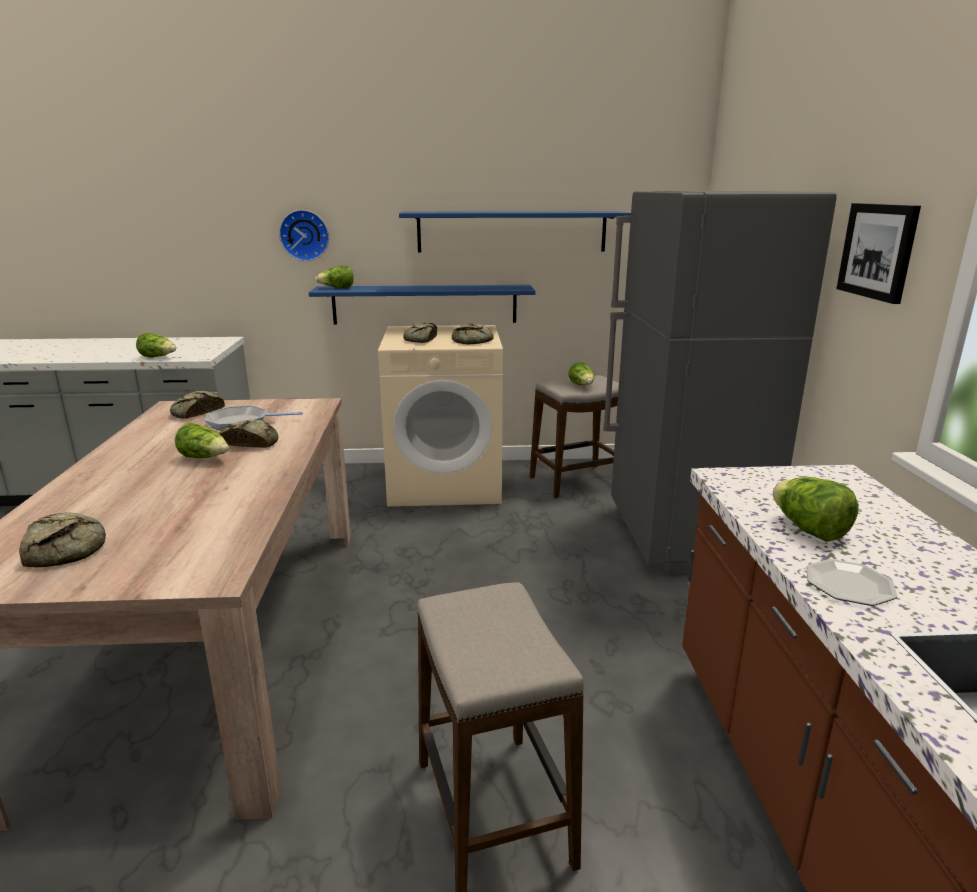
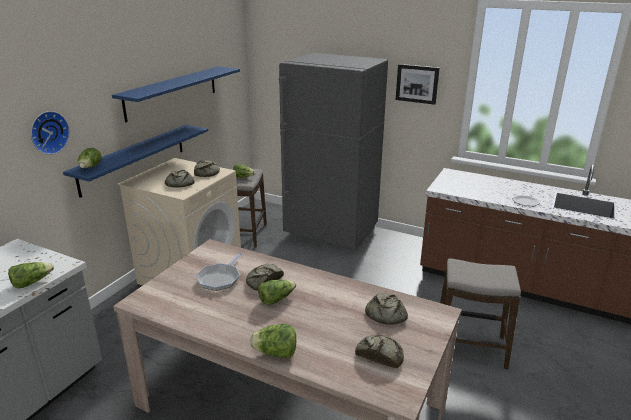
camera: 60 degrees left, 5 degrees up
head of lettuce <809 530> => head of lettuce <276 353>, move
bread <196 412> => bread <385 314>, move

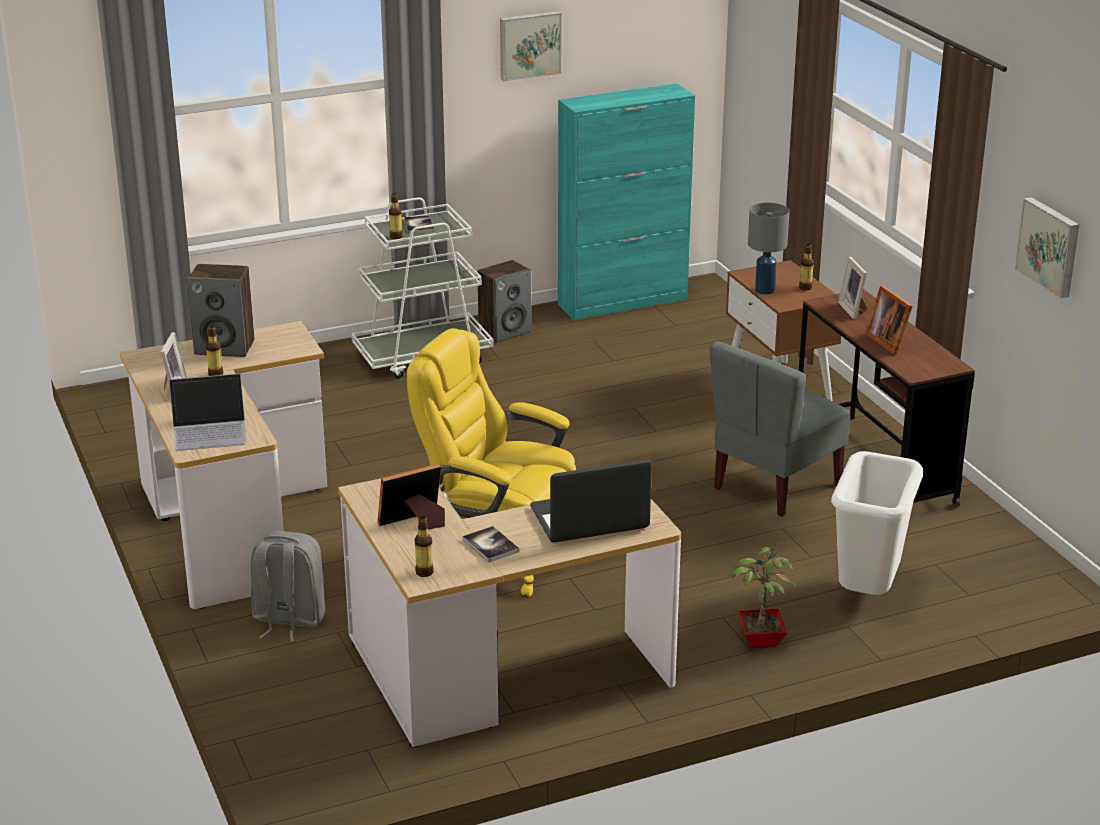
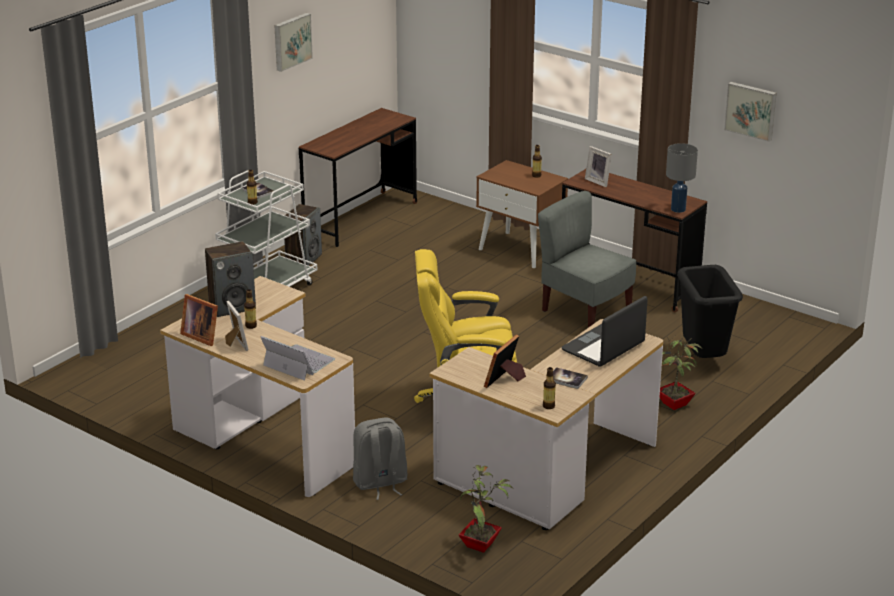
camera: 30 degrees left, 0 degrees up
photo frame <888 341> => photo frame <201 336>, move
portable computer <210 430> => portable computer <298 362>, 105 degrees counterclockwise
blue-green cabinet <623 301> => brownish desk <360 218>
nothing => potted plant <481 546>
grey chair <775 485> => grey chair <585 311>, 120 degrees clockwise
grey lamp for a table <764 291> => grey lamp for a table <678 209>, move
white waste bin <867 594> => black-coloured waste bin <703 359>

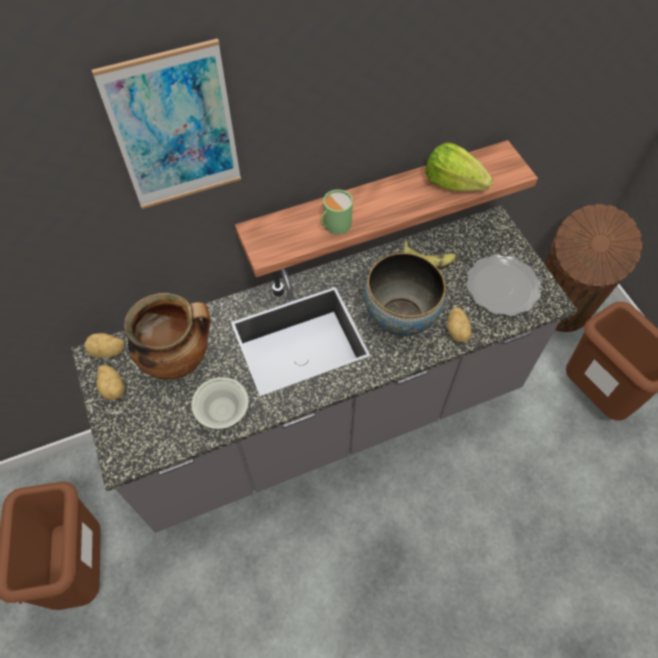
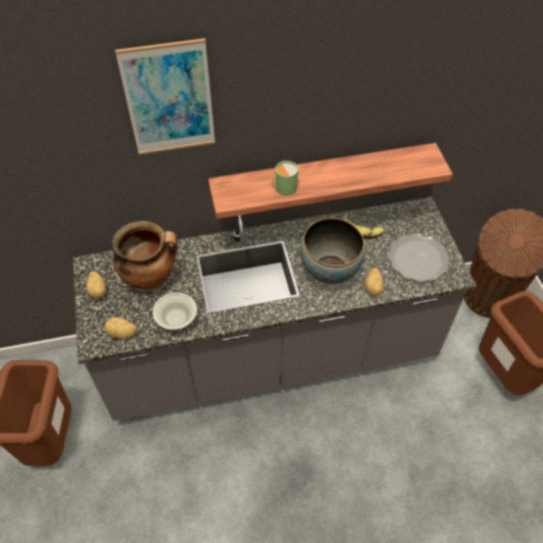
camera: 10 degrees right, 5 degrees down
spud <108 352> => spud <122 333>, move
head of lettuce <453 183> => nothing

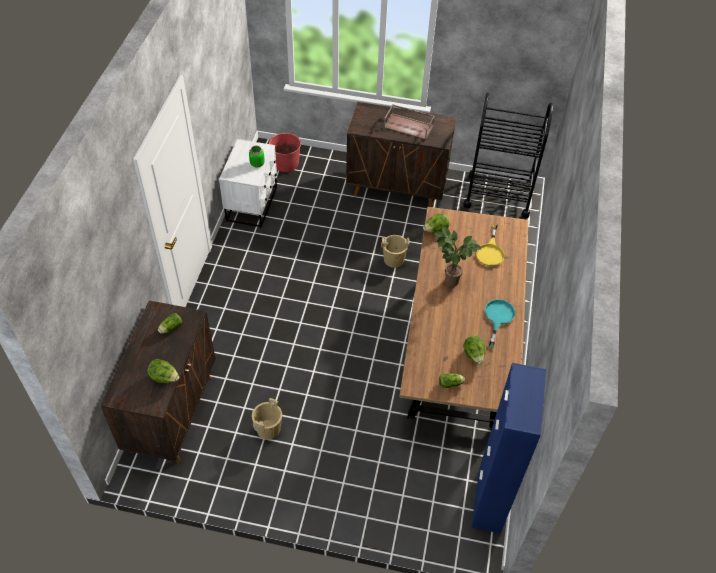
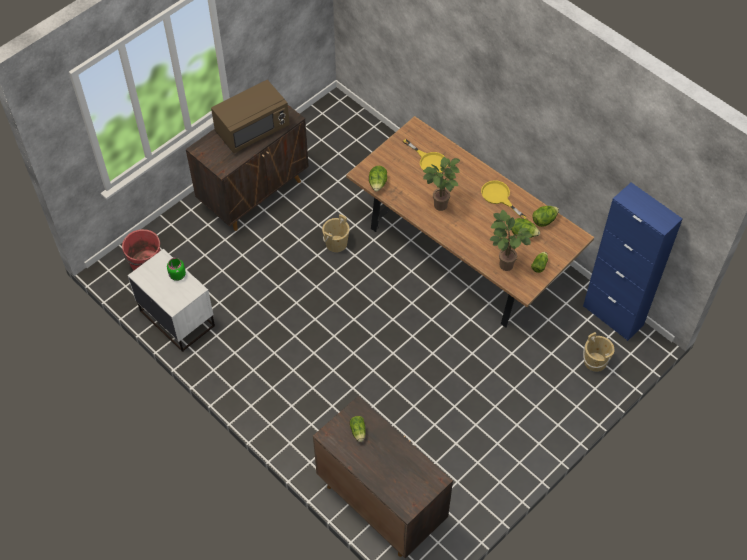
camera: 55 degrees left, 5 degrees up
brownish serving tray <409 126> => brownish microwave <252 129>
blue-green pan <498 318> => yellowish pan <499 197>
nothing => potted plant <503 265>
head of lettuce <164 378> => head of lettuce <544 220>, move
beige pail <268 429> => beige pail <595 361>, move
black-coloured cart <498 195> => nothing

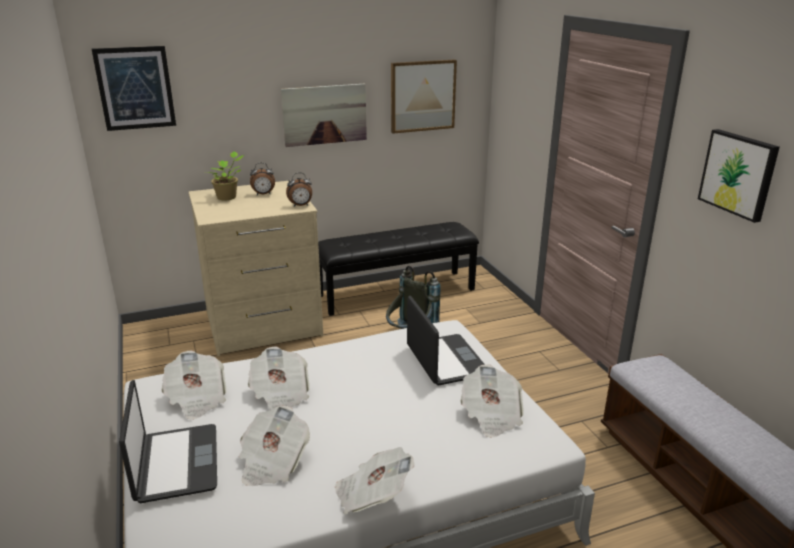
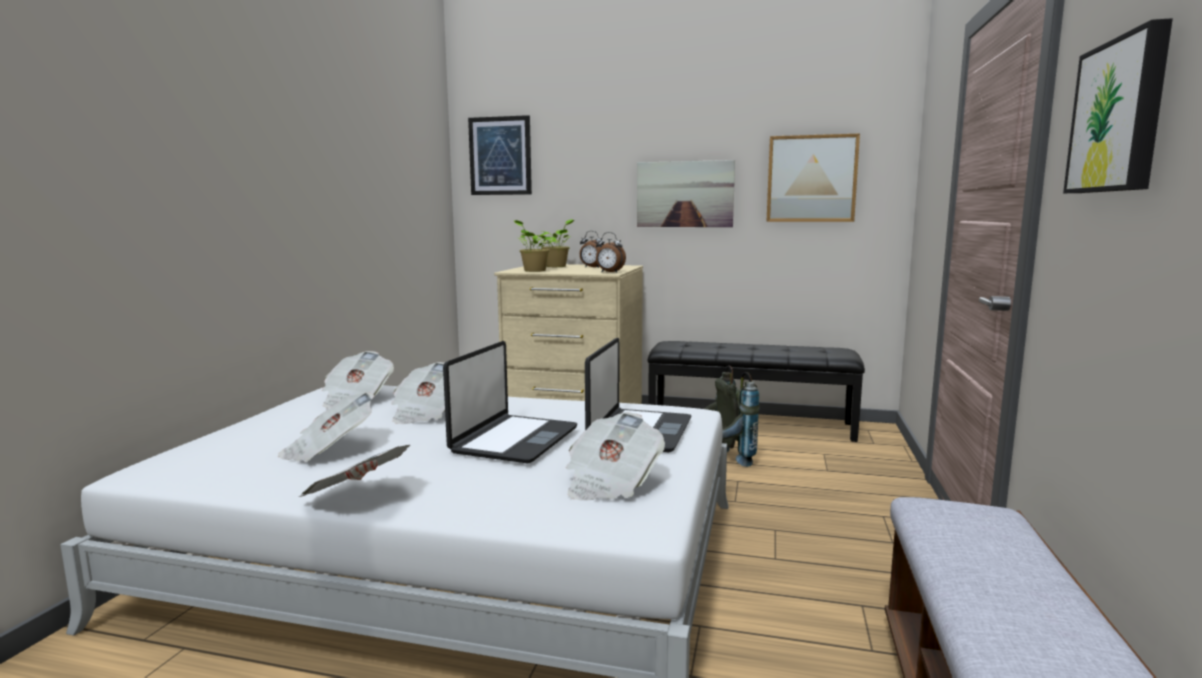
camera: 35 degrees right, 15 degrees down
portable computer <176 464> => portable computer <514 440>, move
nothing => potted plant <533 271>

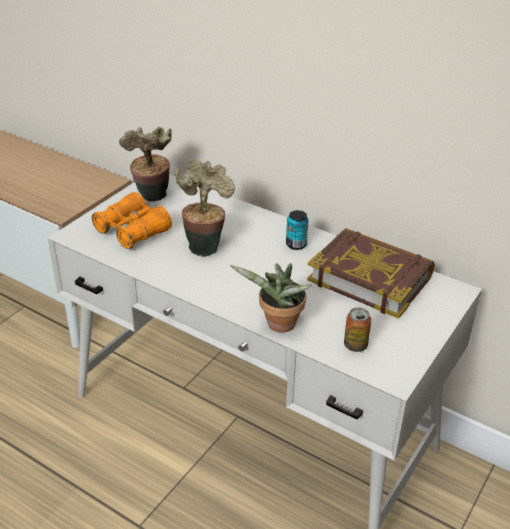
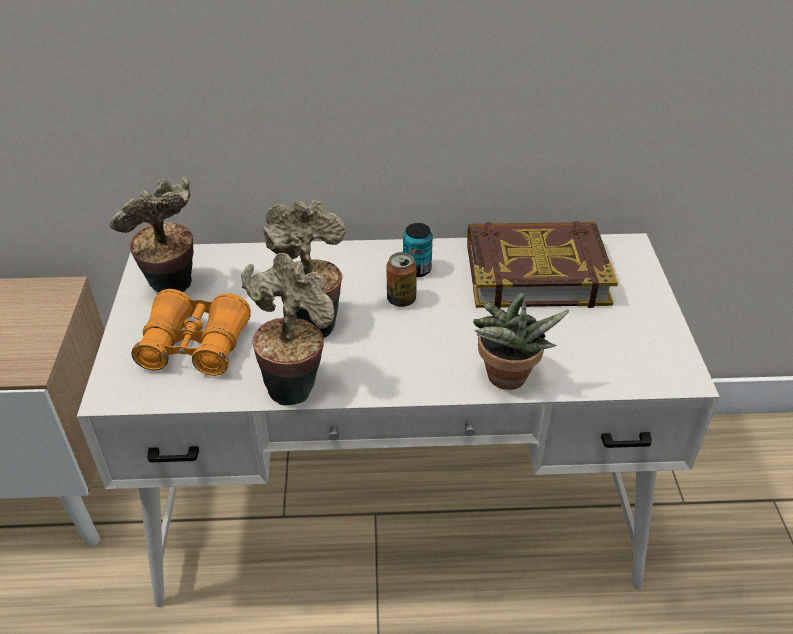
camera: 35 degrees left, 5 degrees up
nothing => potted plant <295 384>
can <355 345> => can <401 299>, move

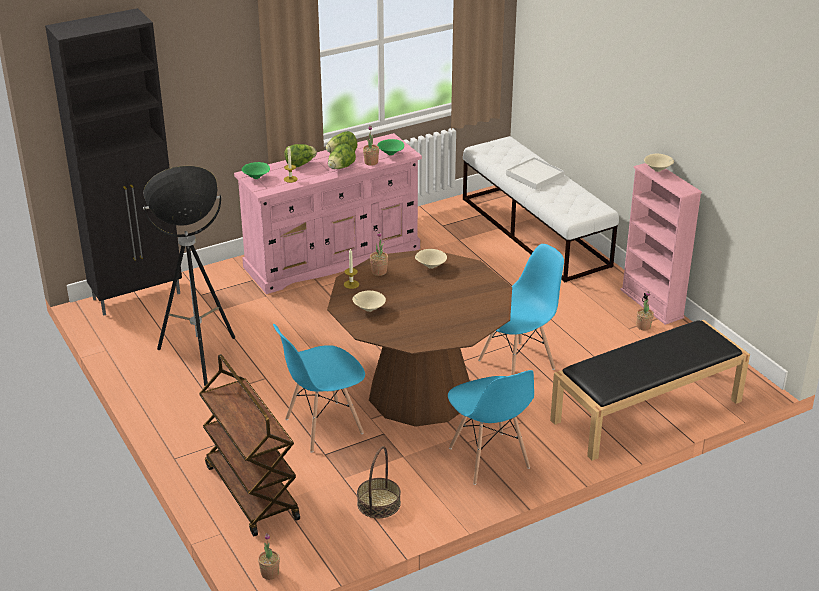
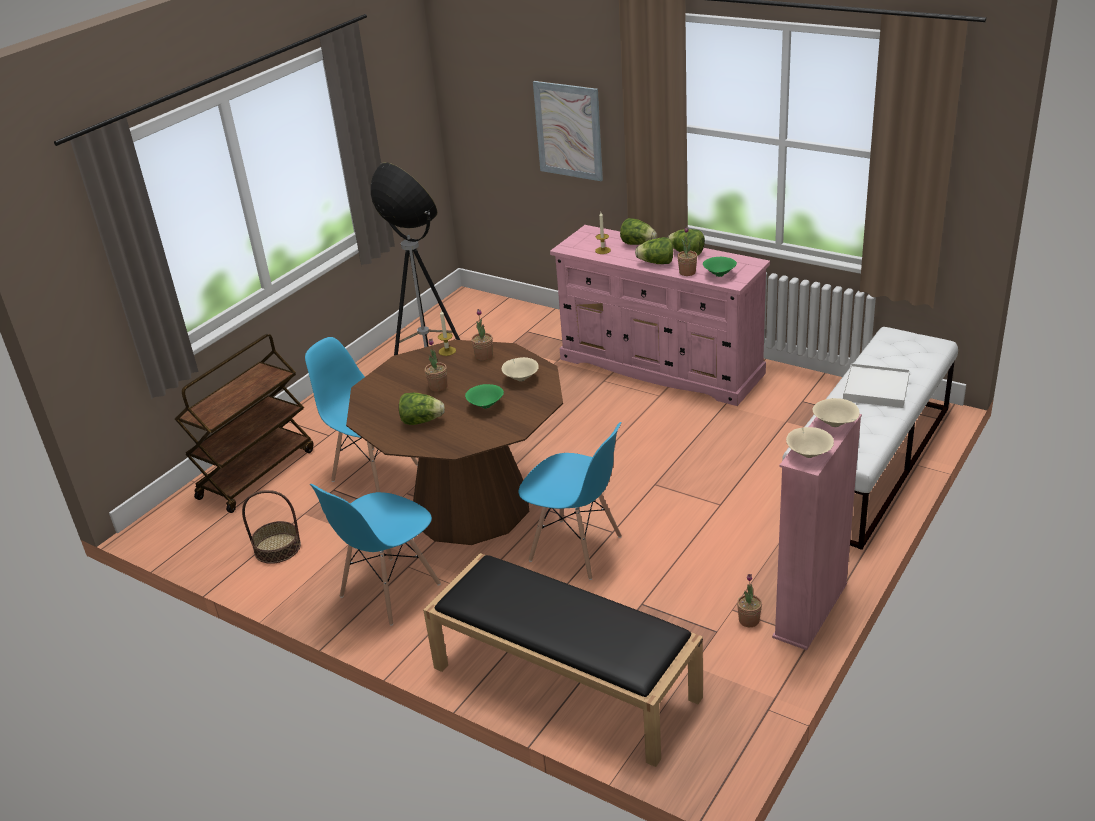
camera: 65 degrees right, 0 degrees up
nothing => head of lettuce <421 421>
potted plant <270 573> => potted plant <438 386>, move
green serving bowl <257 178> => green serving bowl <485 407>, move
nothing => wall art <568 130>
beige serving bowl <368 309> => beige serving bowl <808 454>, move
black-coloured cabinet <138 296> => nothing

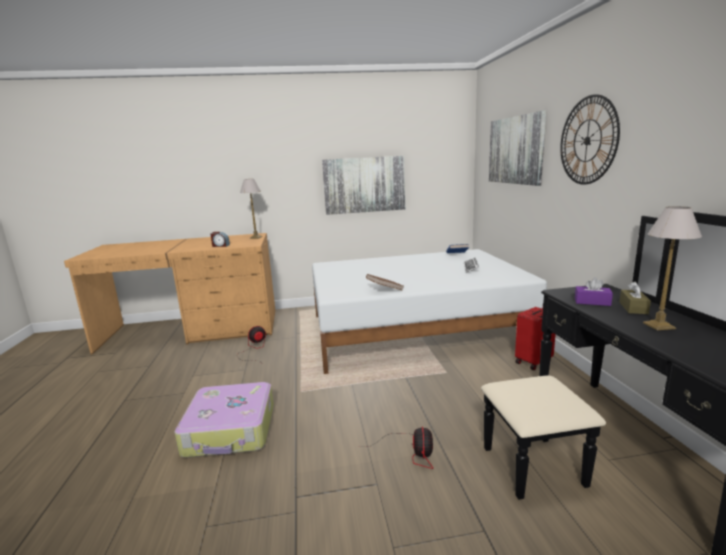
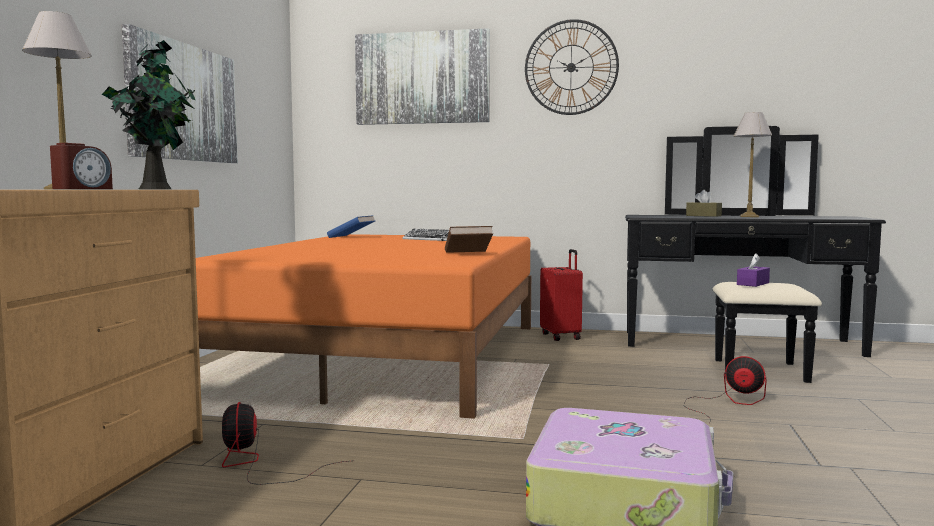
camera: 70 degrees left, 10 degrees down
nothing => potted plant <156 189>
white bed <416 330> => orange-coloured bed <390 356>
purple-coloured box of tissues <592 302> => purple-coloured box of tissues <753 284>, move

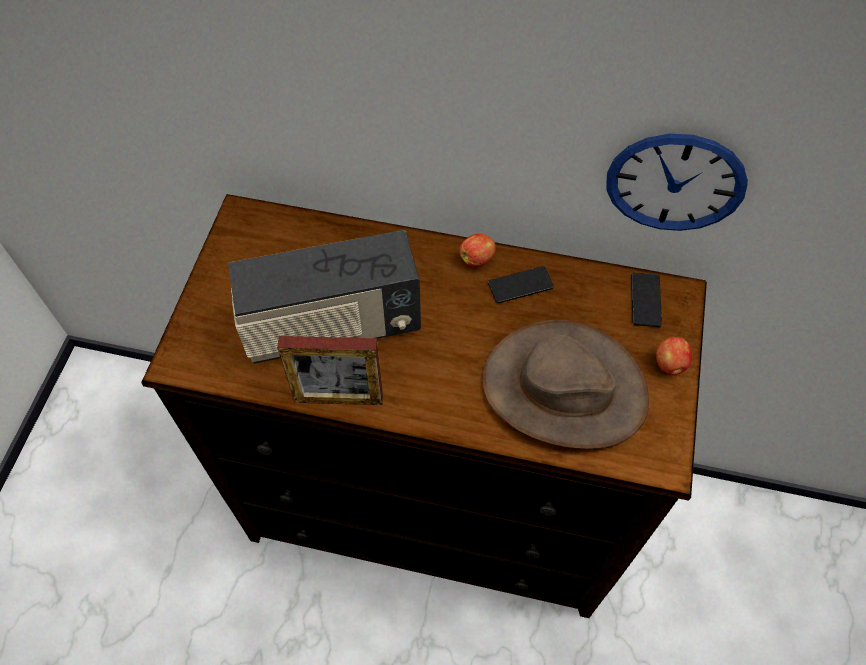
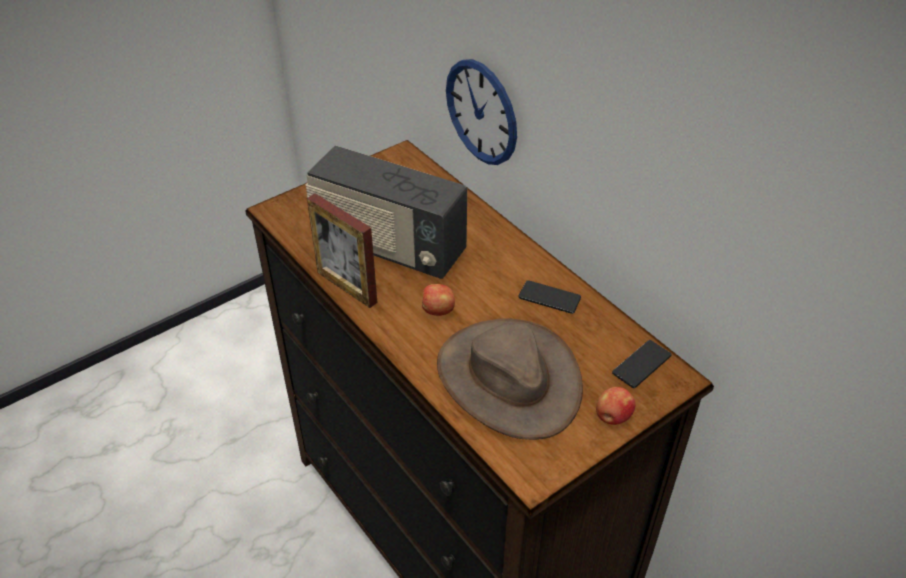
camera: 40 degrees right, 15 degrees down
whole apple <477 259> => whole apple <438 310>, move
wall clock <675 183> => wall clock <481 112>, move

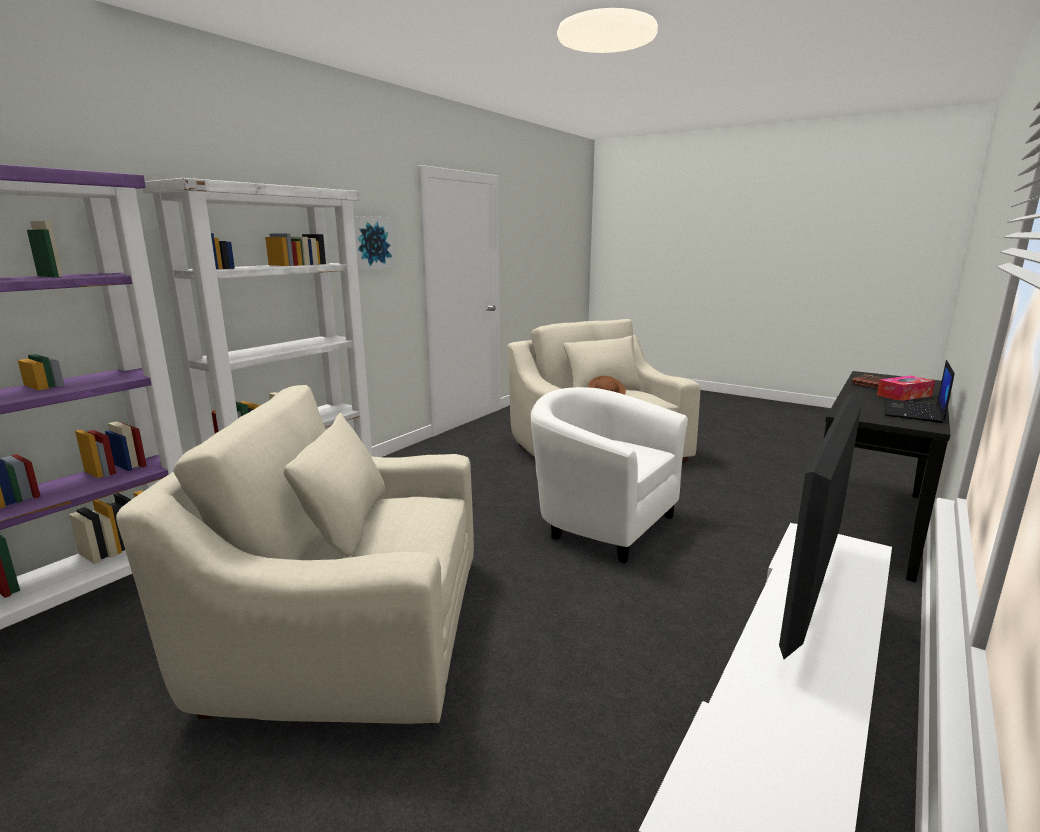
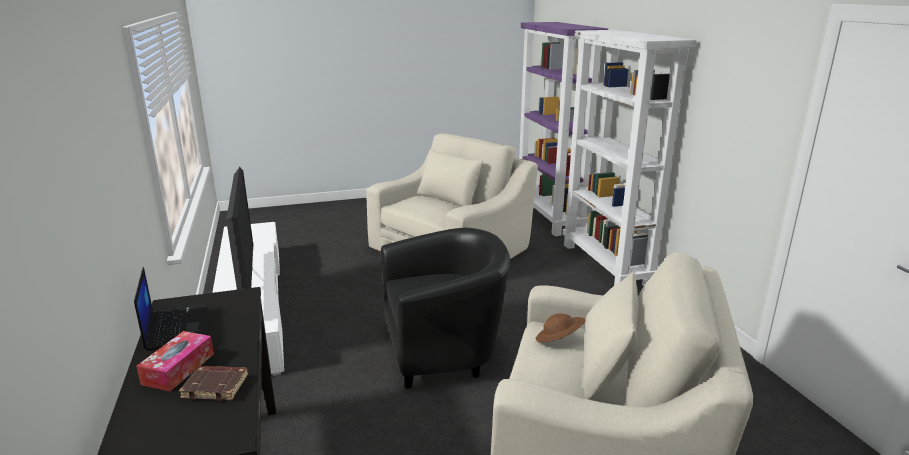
camera: 130 degrees right, 5 degrees up
white easy chair <601 523> => black-coloured easy chair <444 351>
wall art <370 243> => nothing

